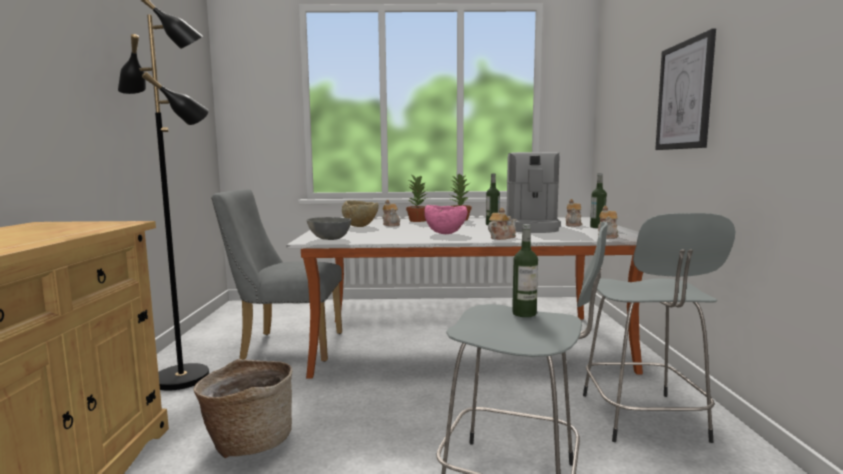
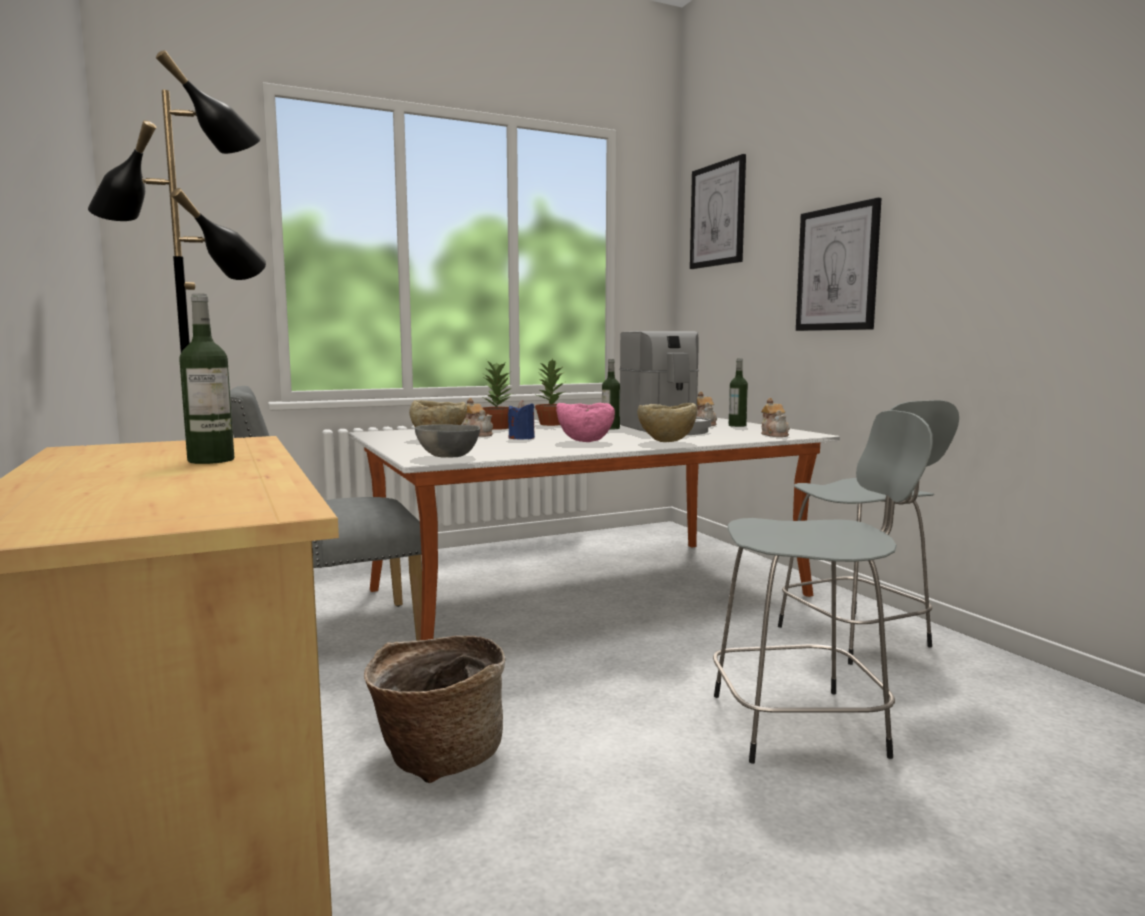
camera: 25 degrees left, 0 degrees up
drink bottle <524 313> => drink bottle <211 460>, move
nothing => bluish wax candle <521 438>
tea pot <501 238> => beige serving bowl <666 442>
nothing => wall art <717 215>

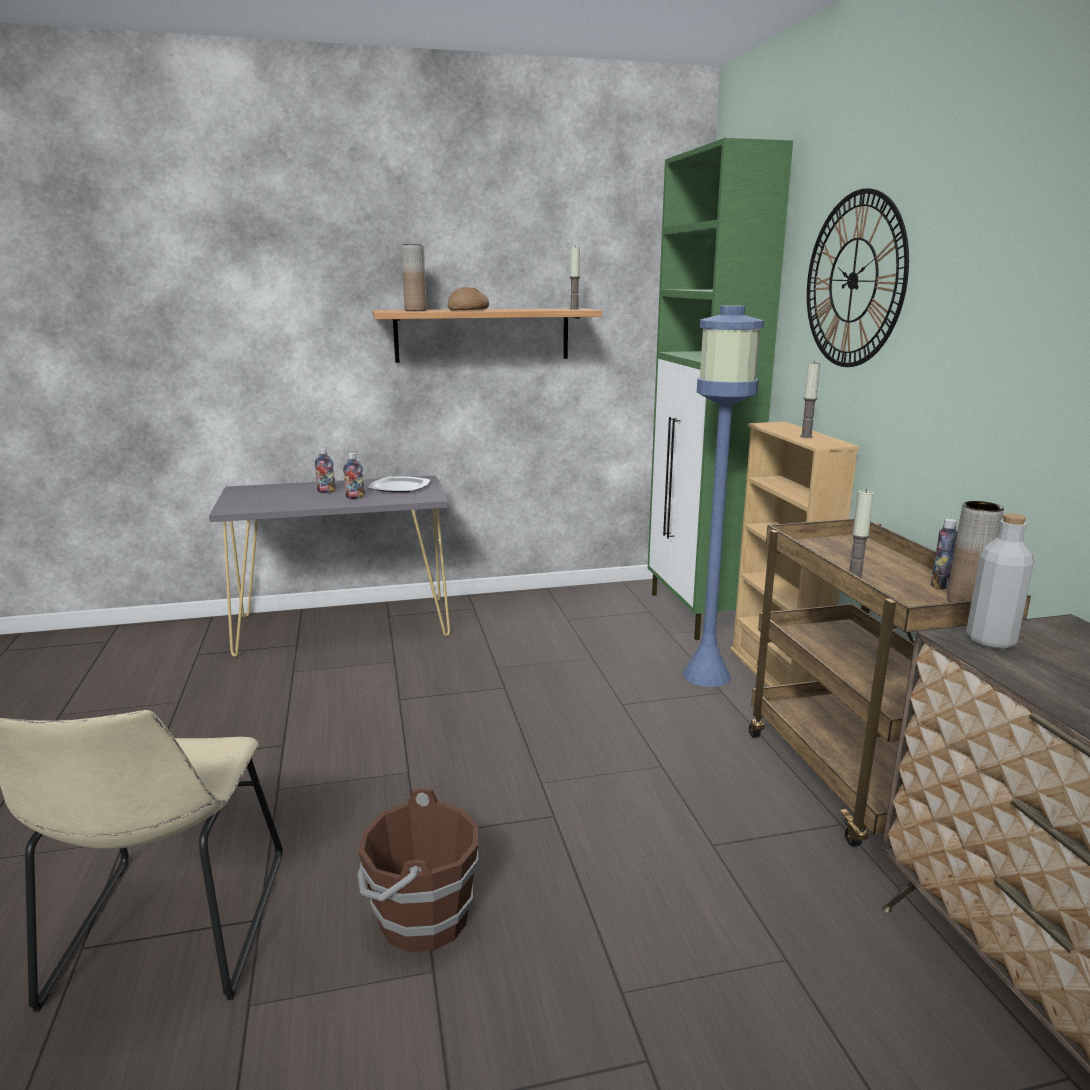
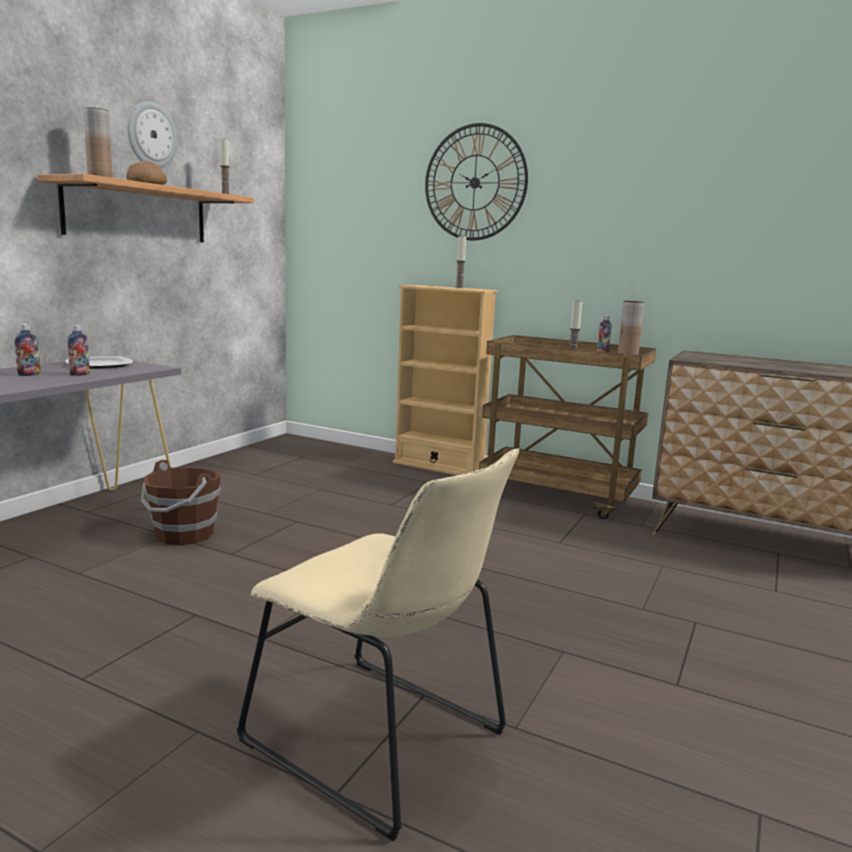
camera: 50 degrees left, 5 degrees down
nothing => wall clock <151 135>
brownish pail <420 919> => brownish pail <183 535>, move
green cabinet <695 614> => nothing
bluish standing lamp <706 675> => nothing
grey drink bottle <991 640> => nothing

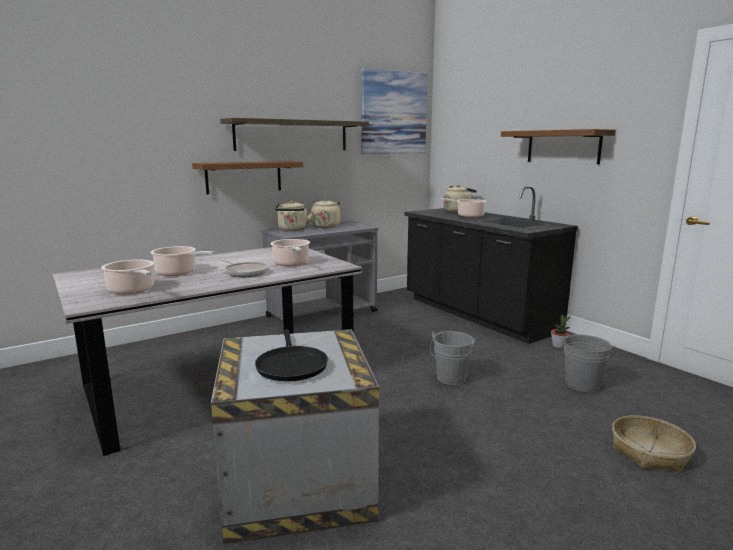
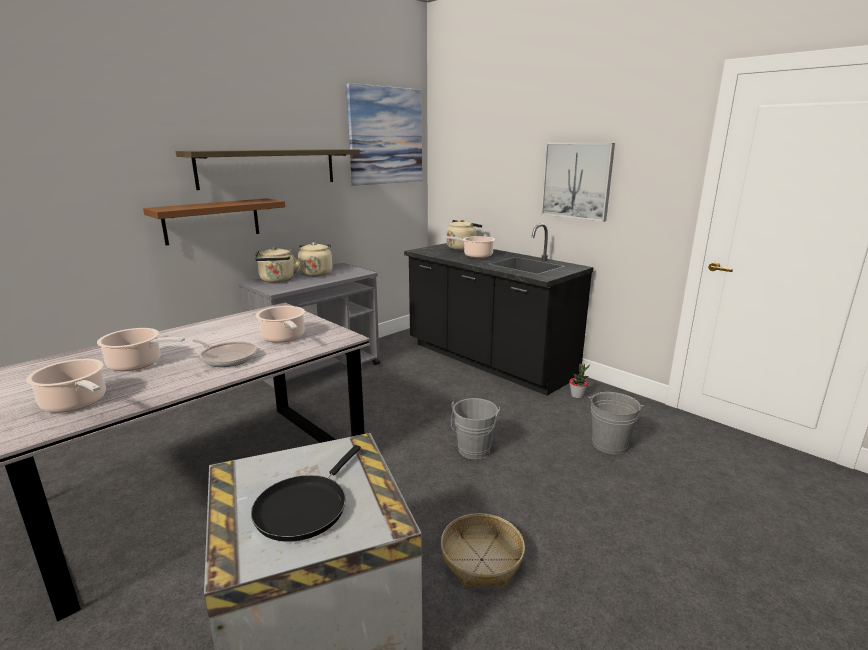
camera: 10 degrees left, 5 degrees up
black-coloured pan <291 365> => black-coloured pan <305 507>, 45 degrees clockwise
storage basket <649 452> => storage basket <481 560>, move
brownish shelf <563 147> => wall art <577 181>

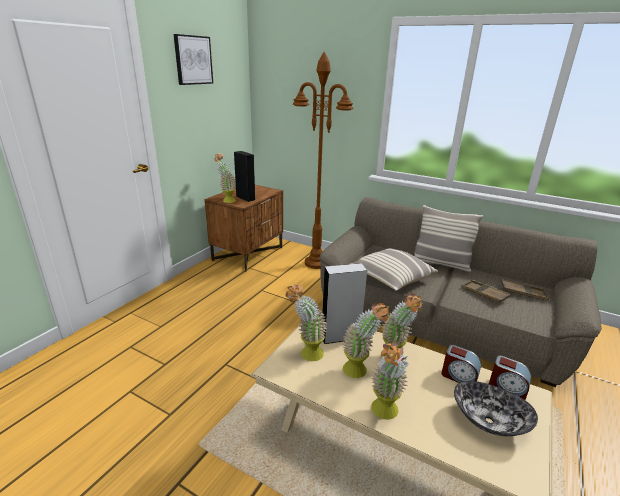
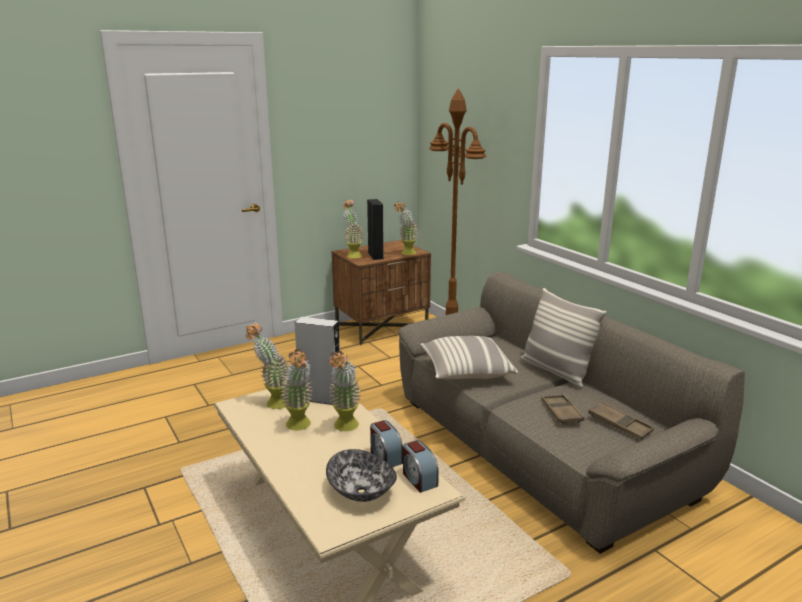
camera: 30 degrees right, 5 degrees down
potted plant <384 414> => potted plant <406 254>, move
wall art <193 60> => nothing

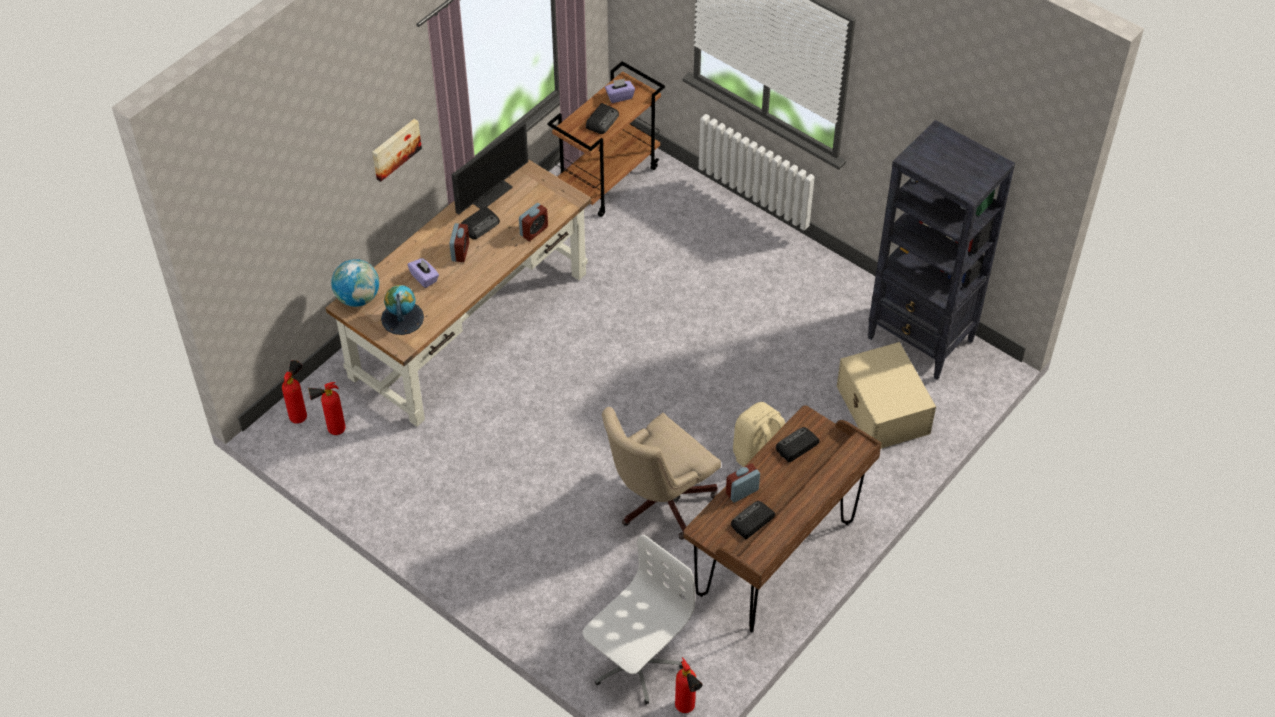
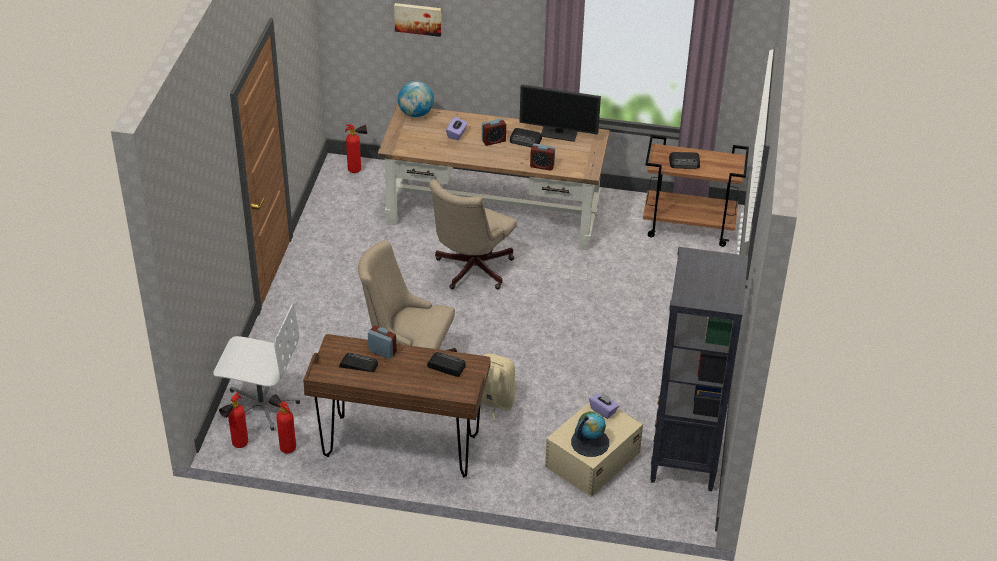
camera: 60 degrees right, 10 degrees down
extinguisher <332 430> => extinguisher <285 447>, move
wall art <395 148> => wall art <418 18>, move
nothing => beige office chair <470 270>
globe <402 318> => globe <590 442>, move
purple-coloured box of tissues <619 96> => purple-coloured box of tissues <603 410>, move

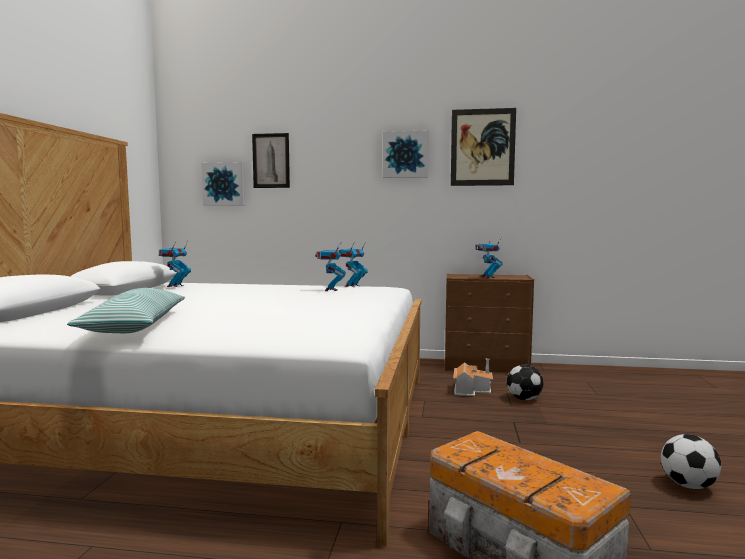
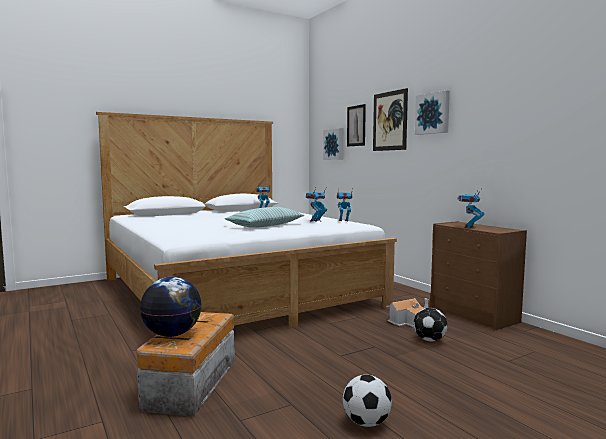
camera: 50 degrees right, 0 degrees up
nothing => globe <172 334>
pillow <135 326> => pillow <266 226>, move
wall art <482 147> => wall art <389 121>, move

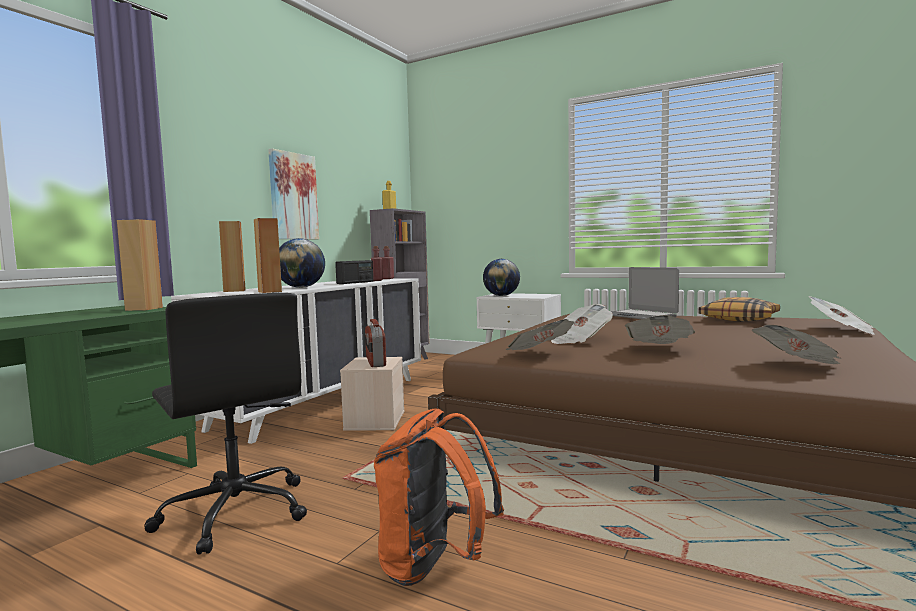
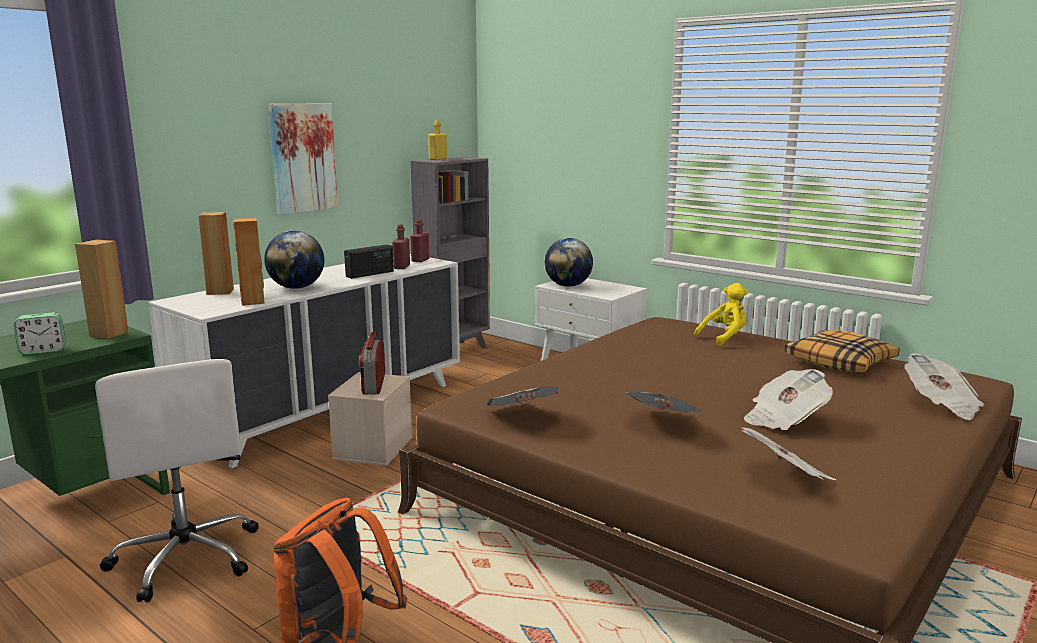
camera: 10 degrees right, 10 degrees up
nothing => bedside clock <43 350>
black-coloured office chair <235 512> => white office chair <186 557>
portable computer <638 316> => yellowish cuddly toy <724 338>
daily paper <579 340> => daily paper <784 419>, move

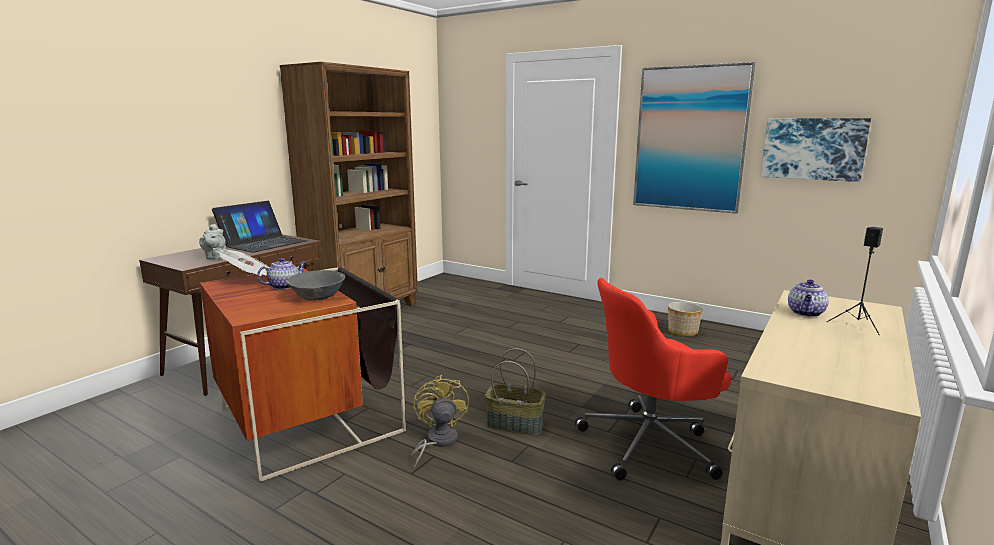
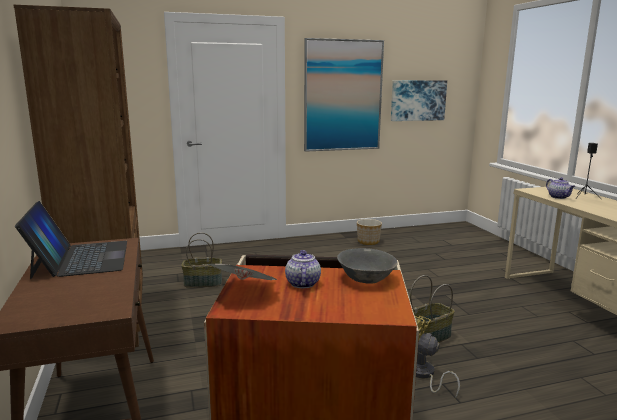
camera: 50 degrees left, 0 degrees up
nothing => storage basket <203 282>
grey tea pot <215 257> => nothing
reddish office chair <650 443> => nothing

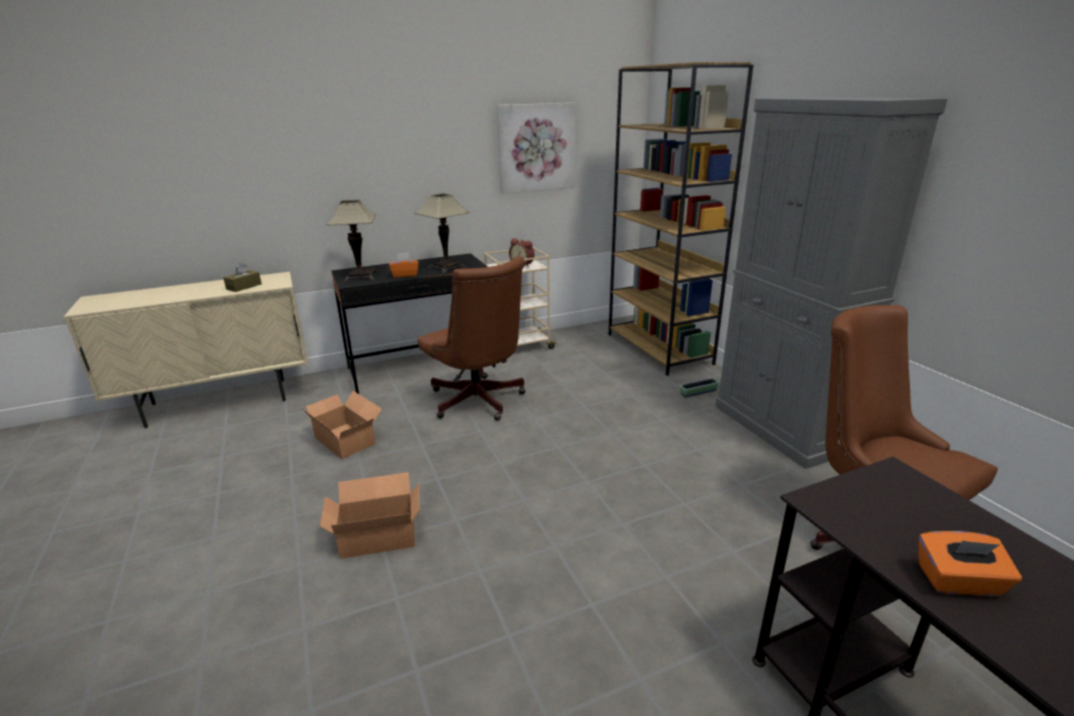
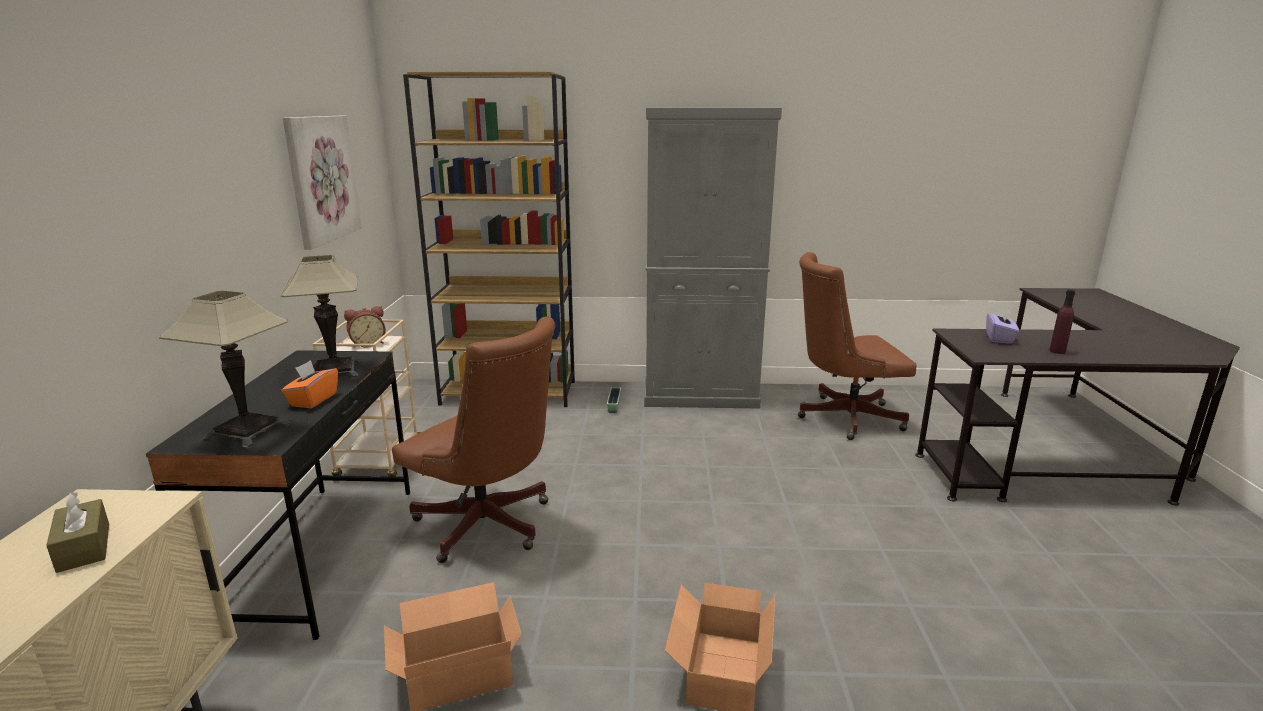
camera: 65 degrees left, 5 degrees down
brownish office chair <478 403> => brownish office chair <489 527>, 45 degrees clockwise
nothing => purple-coloured box of tissues <999 338>
orange-coloured box of tissues <959 582> => purple-coloured drink bottle <1057 351>

